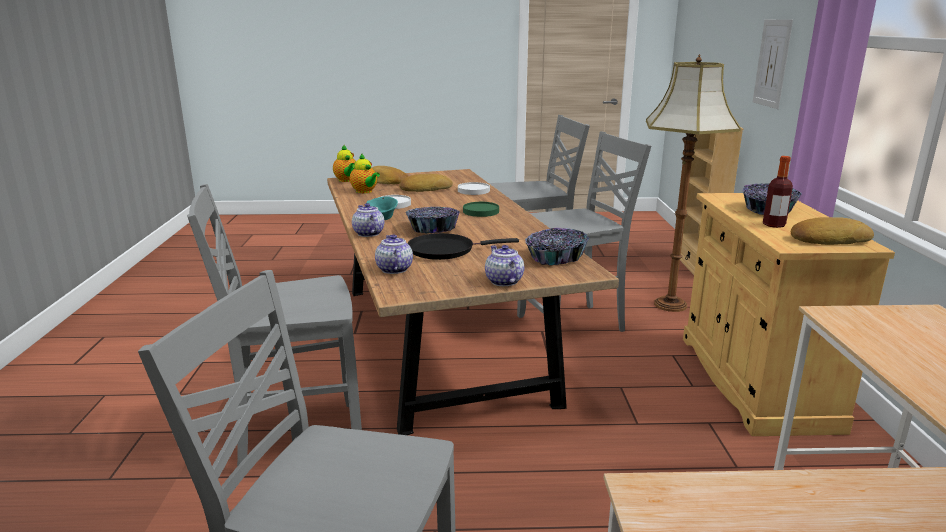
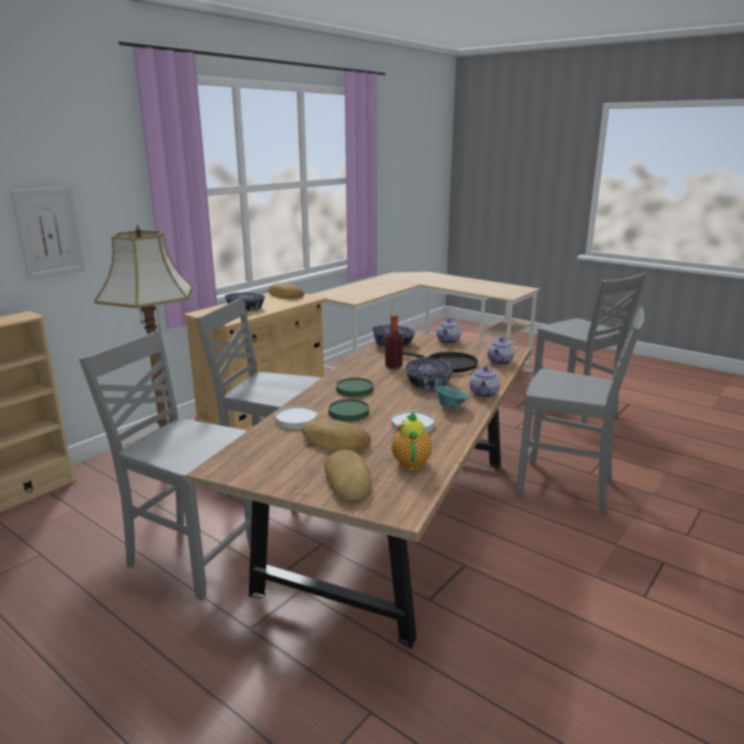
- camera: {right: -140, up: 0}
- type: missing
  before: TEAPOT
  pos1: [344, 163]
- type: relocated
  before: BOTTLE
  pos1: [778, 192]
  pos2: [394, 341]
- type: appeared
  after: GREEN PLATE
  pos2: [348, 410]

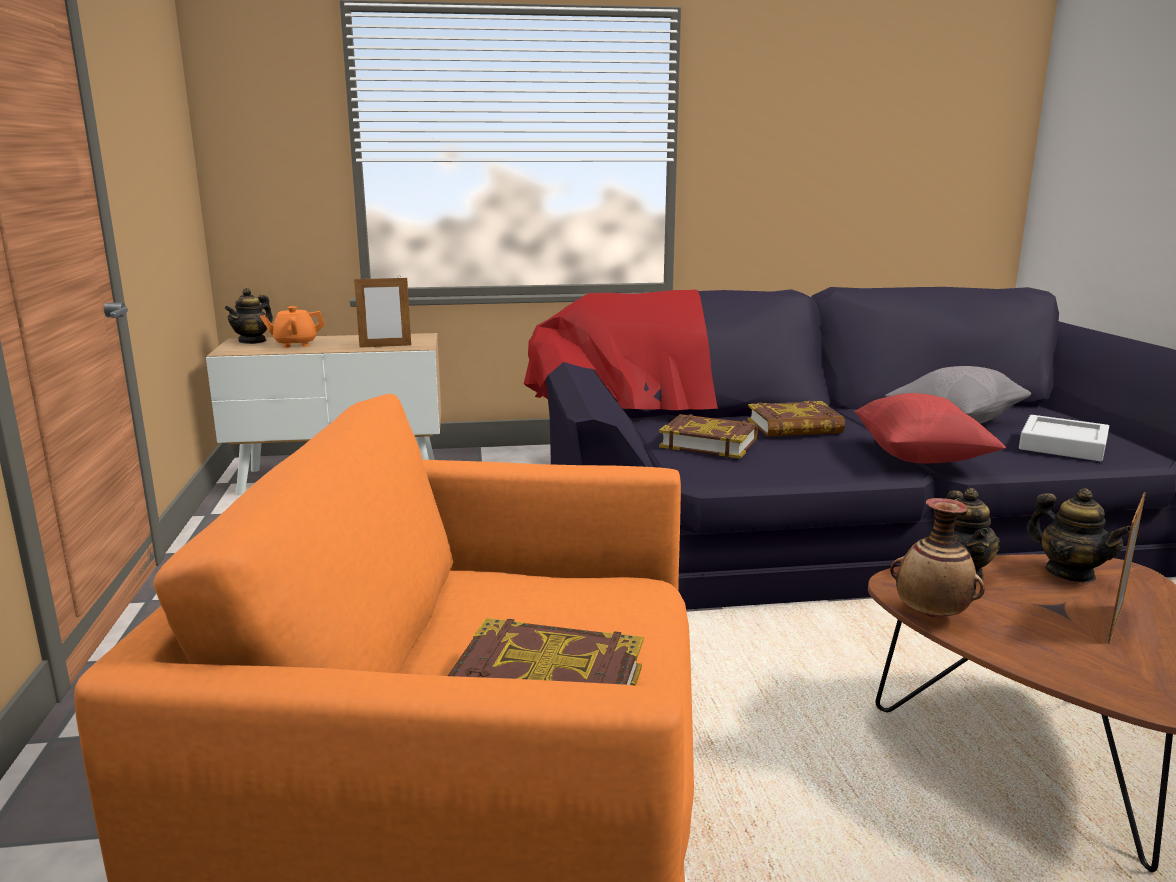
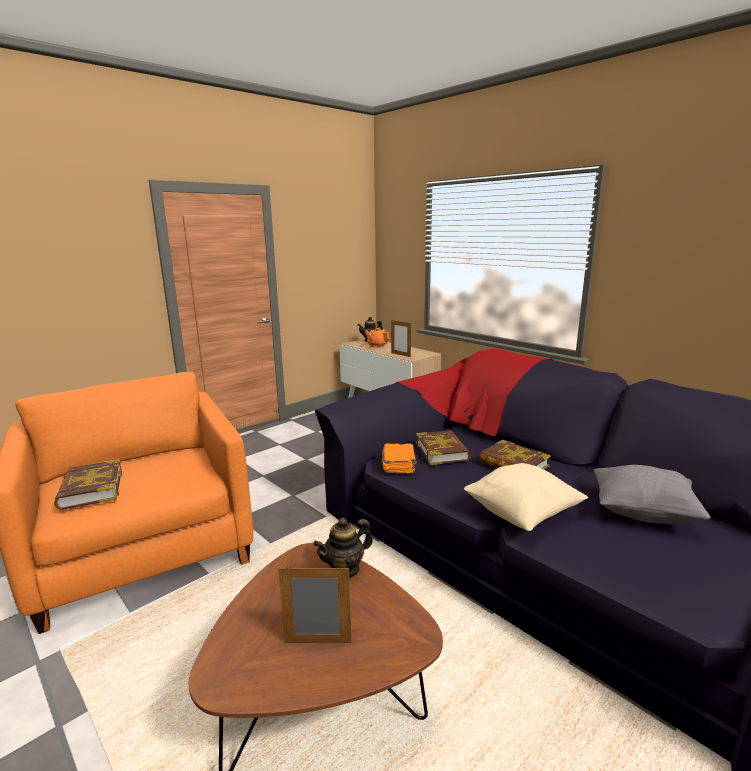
- camera: {right: 55, up: 0}
- type: colour
  before: RED PILLOW
  after: BEIGE PILLOW
  pos1: [930, 428]
  pos2: [526, 497]
- type: missing
  before: GREY TRAY
  pos1: [1064, 438]
- type: missing
  before: TEAPOT
  pos1: [1079, 535]
- type: missing
  before: VASE
  pos1: [937, 557]
- type: appeared
  after: ORANGE BOOK
  pos2: [399, 458]

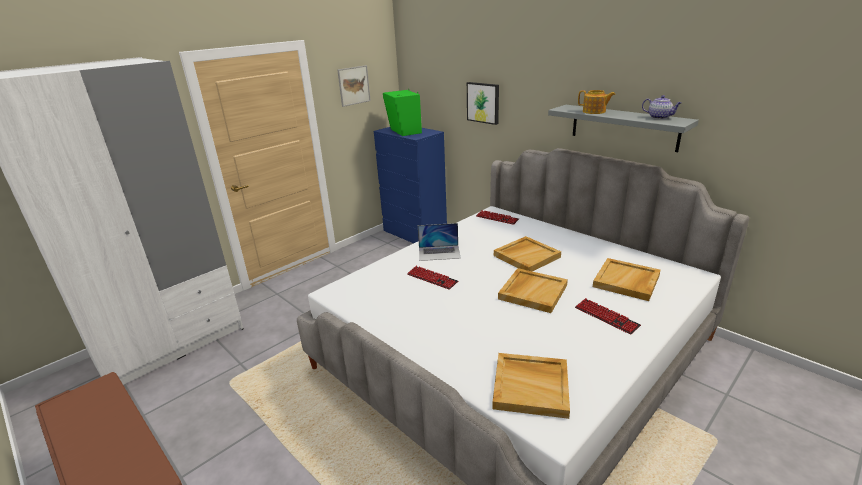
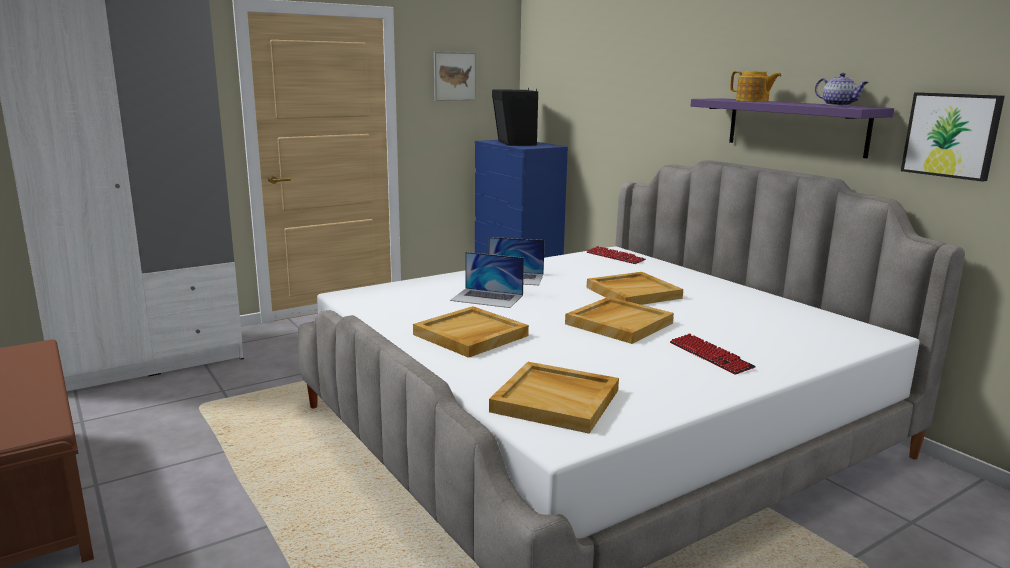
- camera: {right: 10, up: -10}
- type: relocated
  before: PICTURE
  pos1: [483, 103]
  pos2: [953, 137]
- type: colour
  before: GREEN SPEAKER
  after: BLACK SPEAKER
  pos1: [402, 113]
  pos2: [515, 117]
- type: colour
  before: GREY SHELF
  after: PURPLE SHELF
  pos1: [623, 128]
  pos2: [792, 128]
- type: relocated
  before: BEIGE TRAY
  pos1: [626, 279]
  pos2: [471, 332]
- type: exchanged
  before: KEYBOARD
  after: LAPTOP
  pos1: [432, 278]
  pos2: [487, 280]

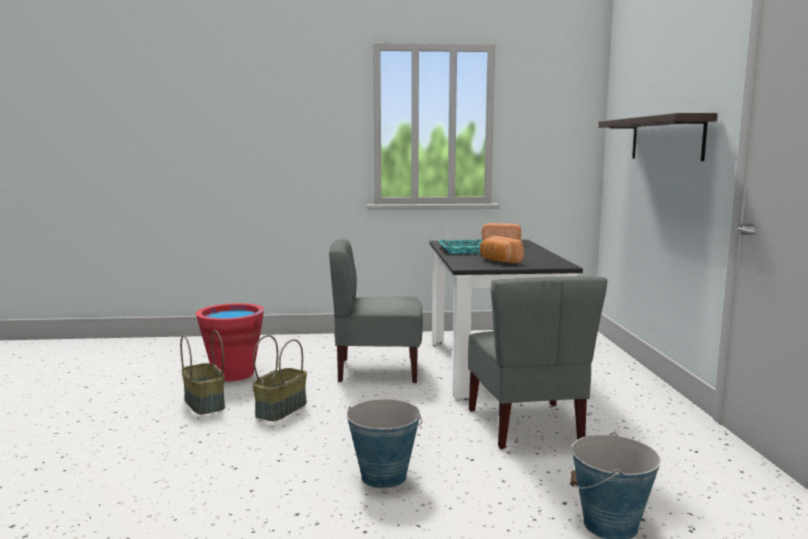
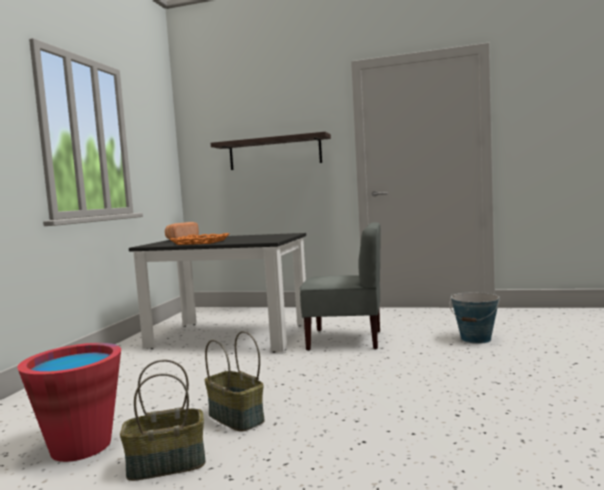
- camera: {right: -70, up: -5}
- type: missing
  before: BREAD
  pos1: [502, 250]
- type: missing
  before: GREY CHAIR
  pos1: [376, 311]
- type: colour
  before: TURQUOISE TRAY
  after: ORANGE TRAY
  pos1: [460, 246]
  pos2: [199, 239]
- type: missing
  before: BUCKET
  pos1: [384, 444]

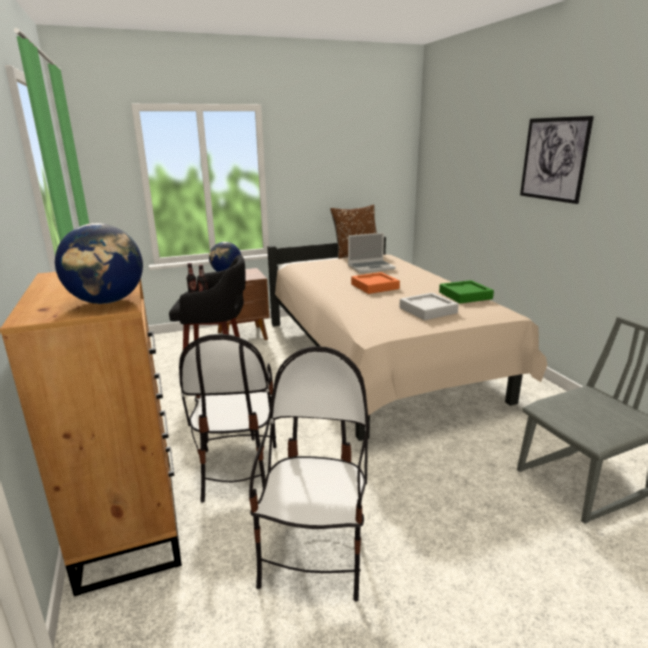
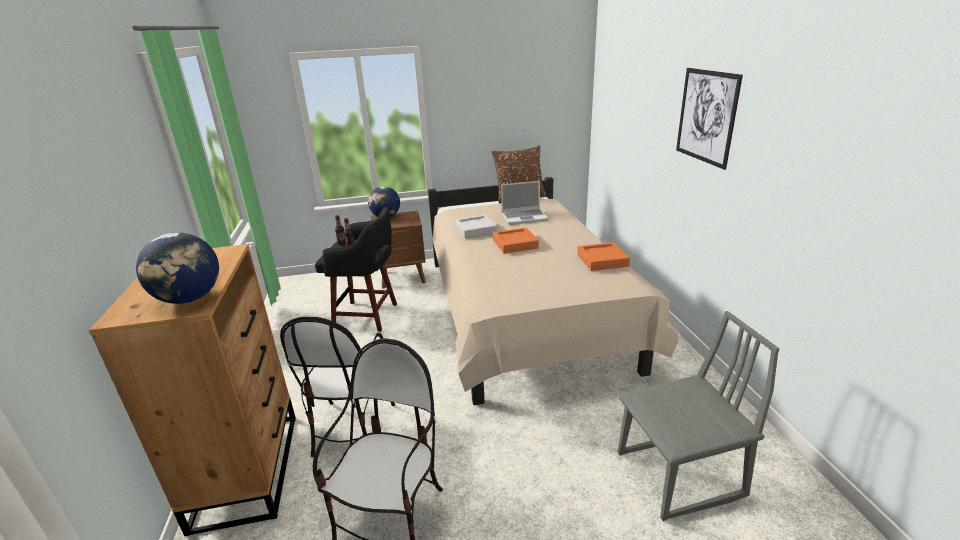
- camera: {right: 10, up: 5}
- type: colour
  before: GREEN TRAY
  after: ORANGE TRAY
  pos1: [466, 291]
  pos2: [603, 256]
- type: relocated
  before: GREY TRAY
  pos1: [429, 306]
  pos2: [476, 227]

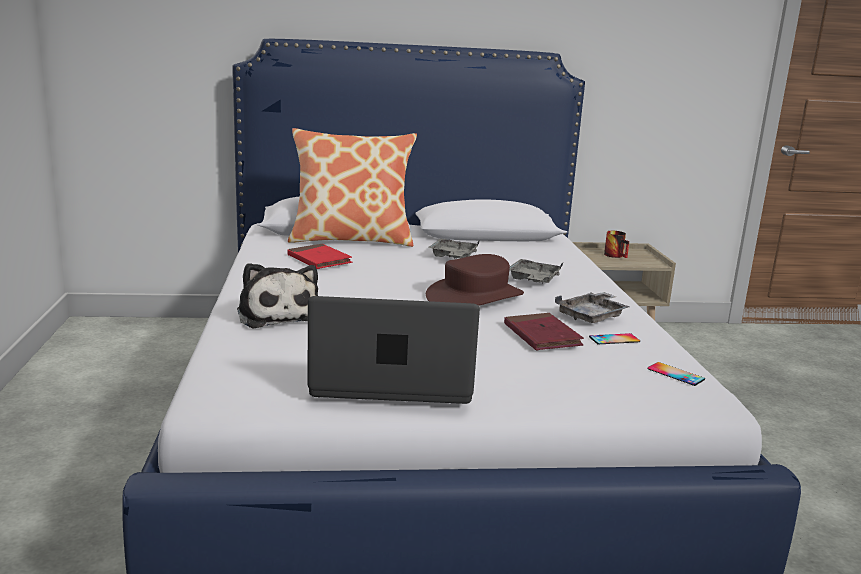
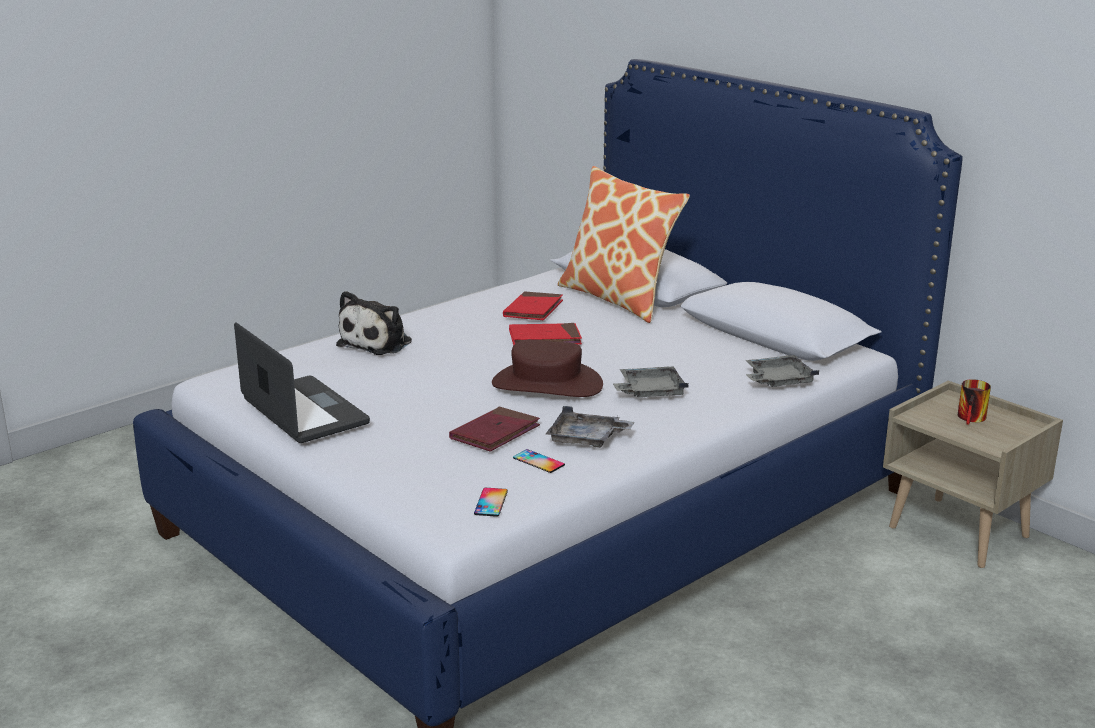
- camera: {right: 55, up: 5}
- type: relocated
  before: GREY TRAY
  pos1: [454, 248]
  pos2: [782, 371]
- type: appeared
  after: RED BOOK
  pos2: [545, 334]

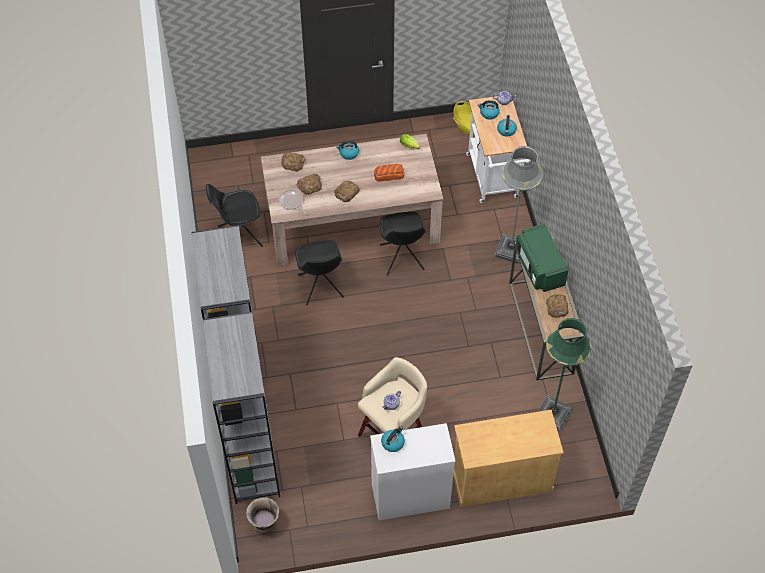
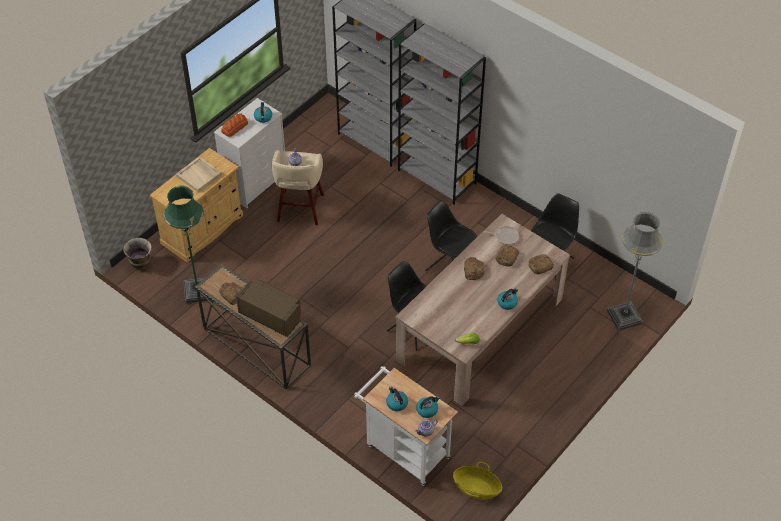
- camera: {right: 140, up: -5}
- type: relocated
  before: GREY FLOOR LAMP
  pos1: [519, 205]
  pos2: [635, 271]
- type: relocated
  before: BREAD
  pos1: [389, 172]
  pos2: [234, 125]
- type: colour
  before: GREEN MICROWAVE
  after: BROWN MICROWAVE
  pos1: [542, 258]
  pos2: [268, 308]
- type: relocated
  before: VASE
  pos1: [262, 515]
  pos2: [137, 254]
- type: appeared
  after: BEIGE TRAY
  pos2: [199, 174]

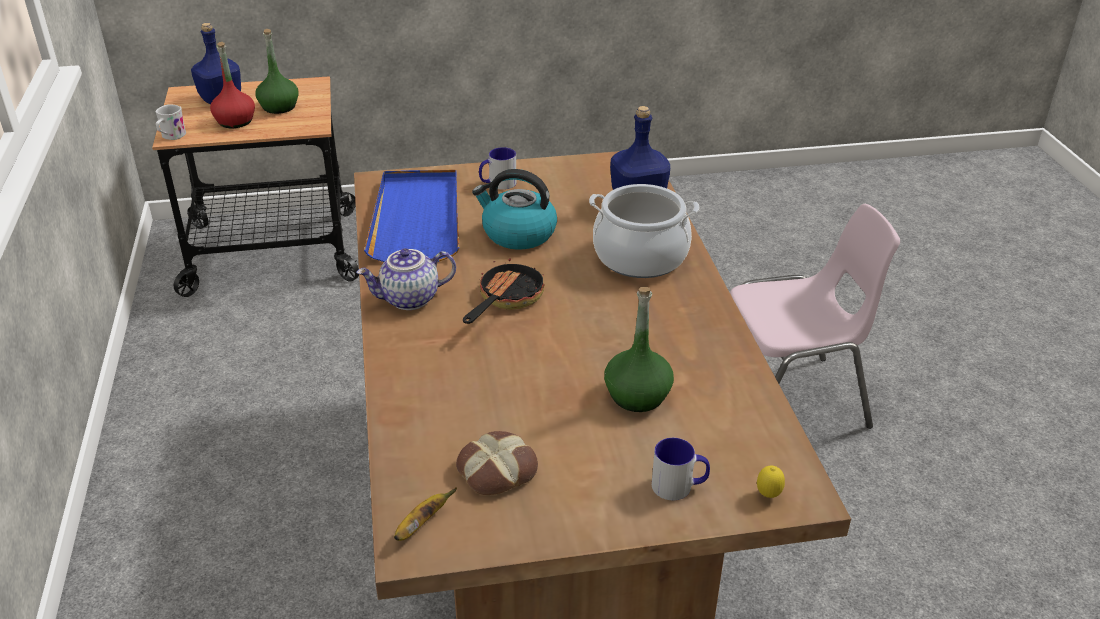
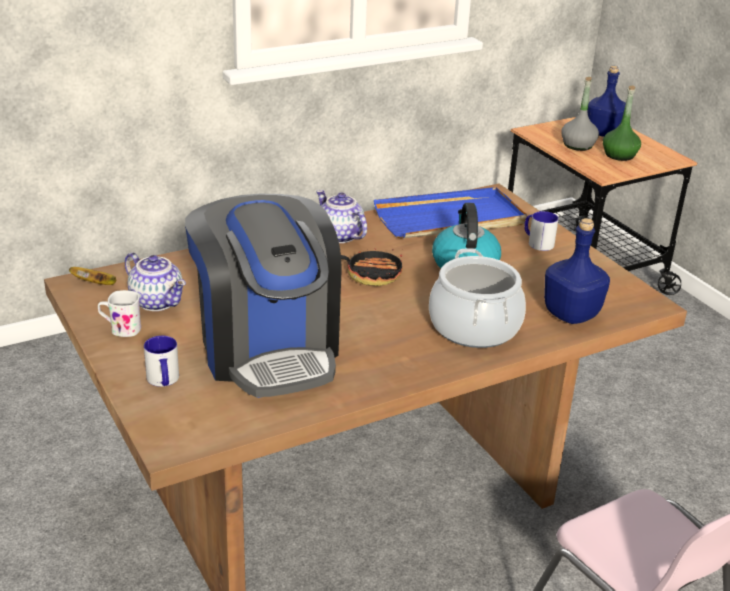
- camera: {right: 70, up: -5}
- type: colour
  before: RED BOTTLE
  after: GREY BOTTLE
  pos1: [232, 85]
  pos2: [580, 114]
- type: relocated
  before: WHITE MUG
  pos1: [170, 122]
  pos2: [119, 313]
- type: exchanged
  before: GREEN BOTTLE
  after: COFFEE MACHINE
  pos1: [639, 349]
  pos2: [263, 296]
- type: exchanged
  before: BREAD
  after: TEAPOT
  pos1: [497, 463]
  pos2: [155, 281]
- type: missing
  before: LEMON
  pos1: [771, 482]

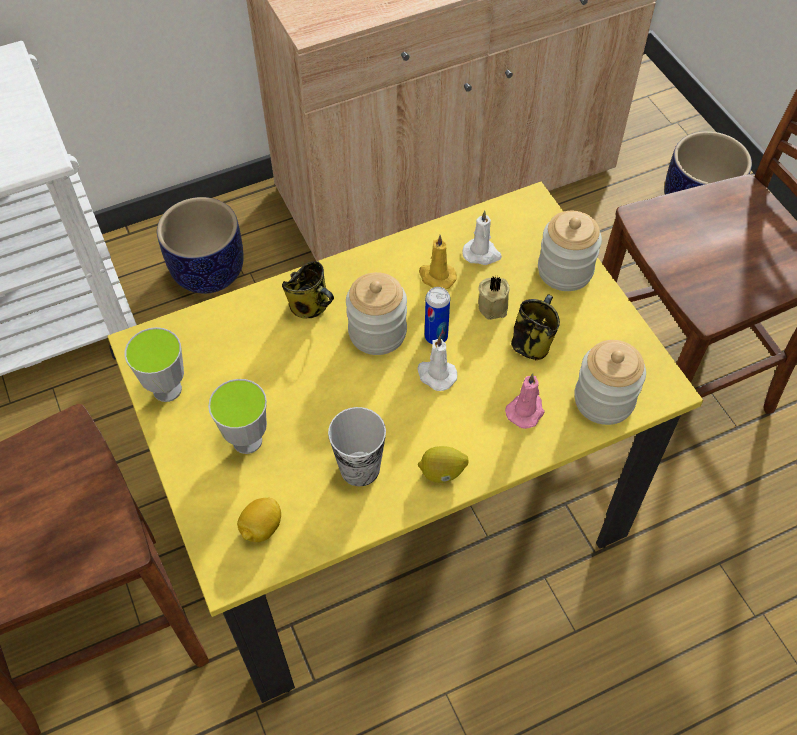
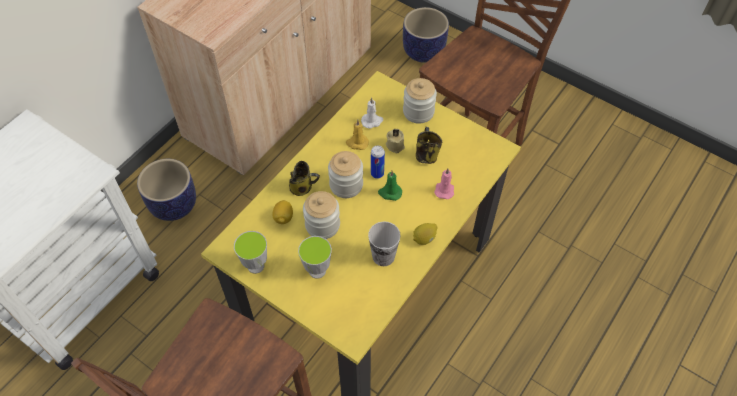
- camera: {right: -30, up: 0}
- type: colour
  before: WHITE CANDLE
  after: GREEN CANDLE
  pos1: [437, 363]
  pos2: [390, 186]
- type: relocated
  before: JAR
  pos1: [610, 382]
  pos2: [321, 215]
- type: relocated
  before: LEMON
  pos1: [259, 520]
  pos2: [282, 212]

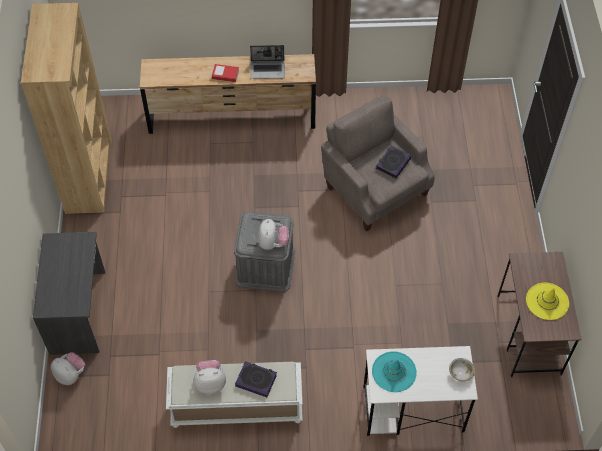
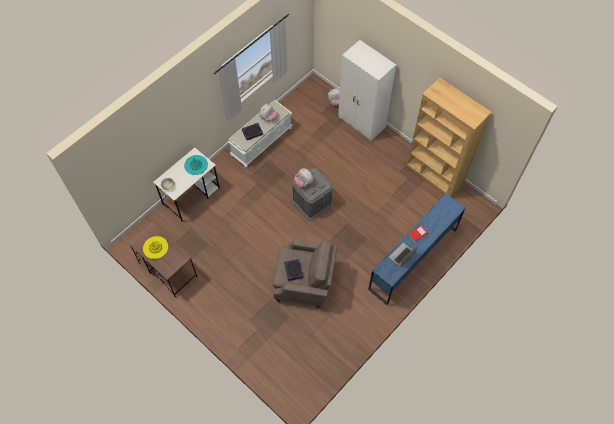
- camera: {right: 135, up: 5}
- type: colour
  before: BROWN DRESSER
  after: BLUE DRESSER
  pos1: [228, 94]
  pos2: [416, 249]
- type: exchanged
  before: GREY DESK
  after: WHITE WARDROBE
  pos1: [69, 293]
  pos2: [367, 90]

